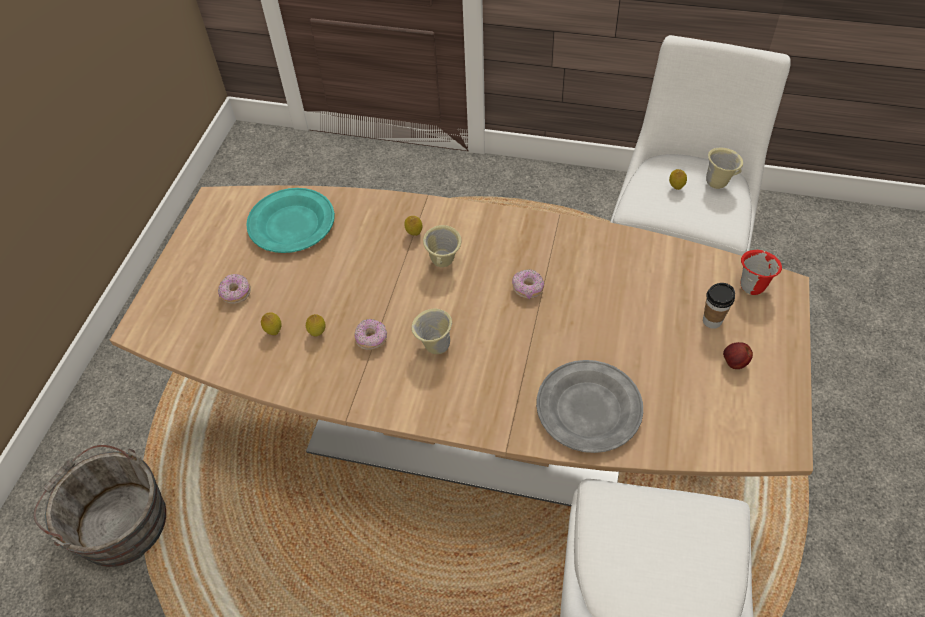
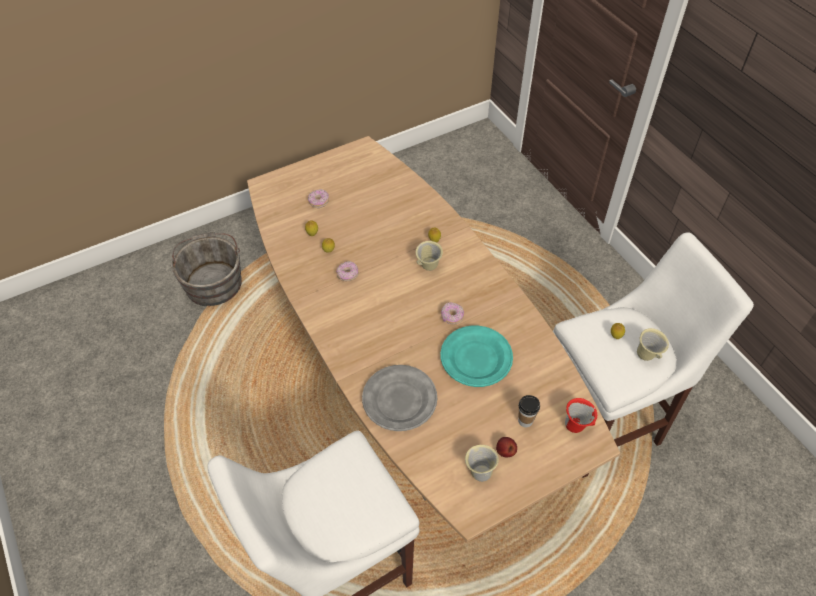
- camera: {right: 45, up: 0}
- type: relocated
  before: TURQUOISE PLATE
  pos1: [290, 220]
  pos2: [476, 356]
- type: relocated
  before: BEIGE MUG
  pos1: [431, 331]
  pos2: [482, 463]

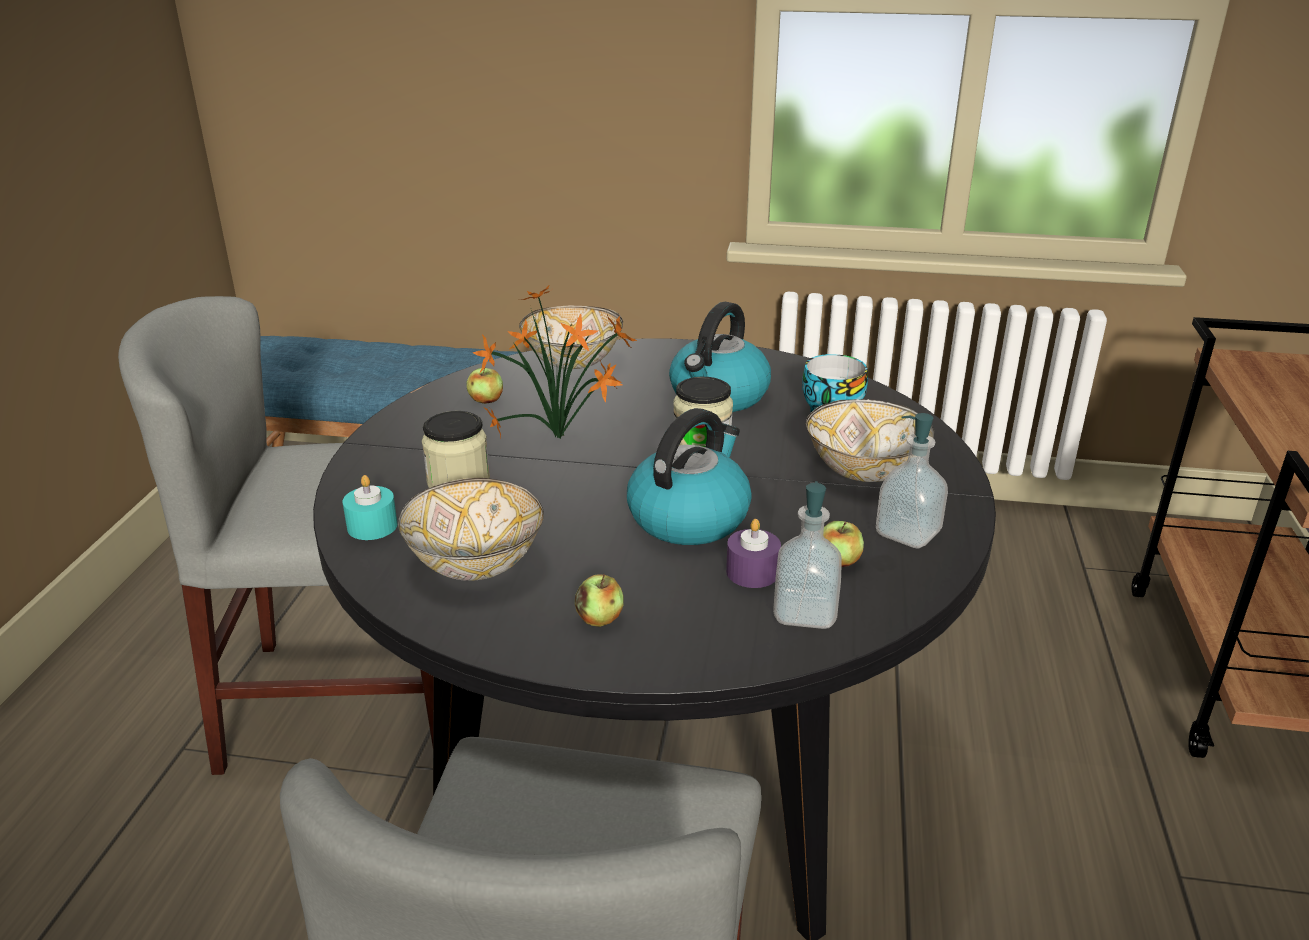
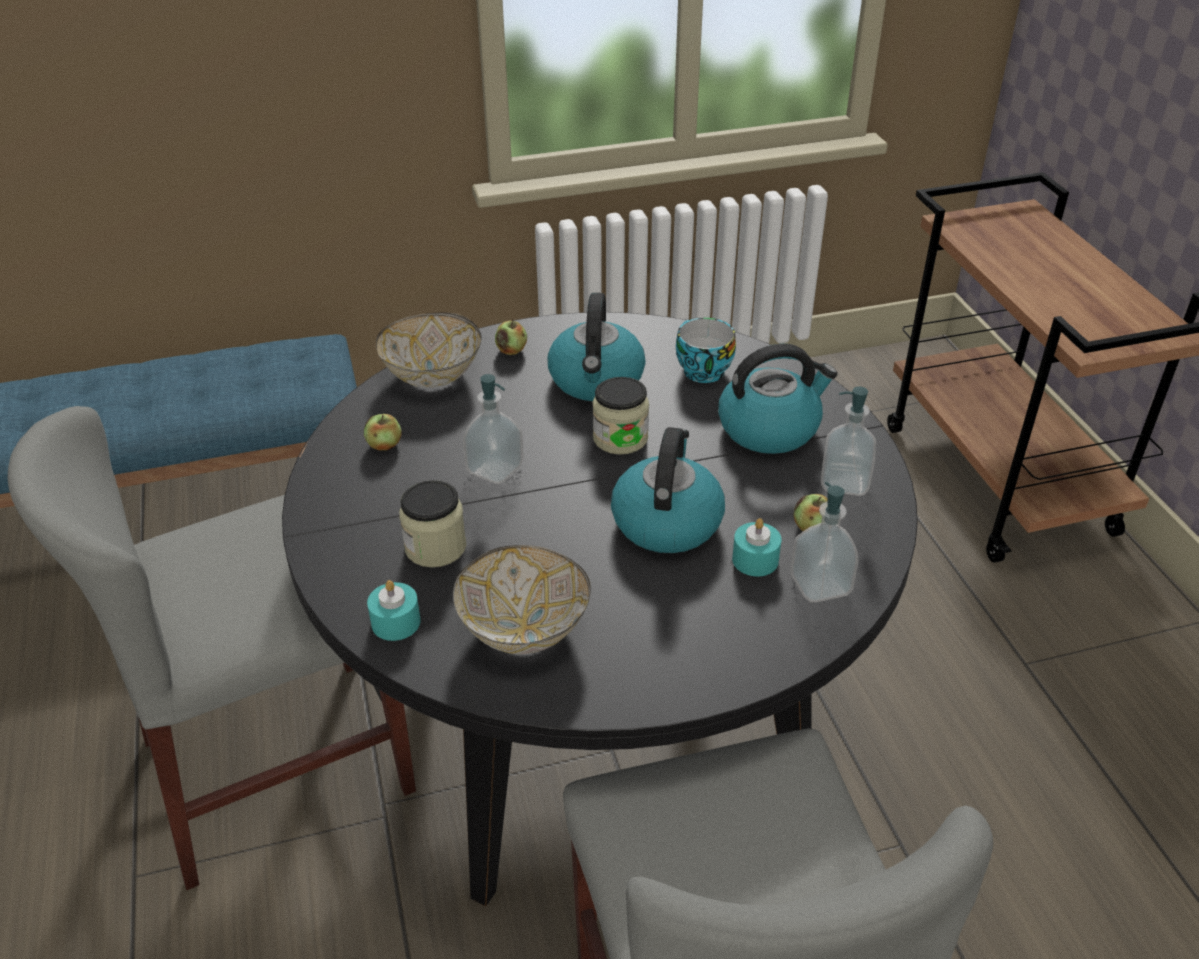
- camera: {right: -25, up: 10}
- type: exchanged
  before: POTTED PLANT
  after: SOAP DISPENSER
  pos1: [555, 362]
  pos2: [493, 429]
- type: exchanged
  before: BOWL
  after: KETTLE
  pos1: [870, 440]
  pos2: [777, 399]
- type: colour
  before: PURPLE CANDLE
  after: TURQUOISE CANDLE
  pos1: [753, 553]
  pos2: [756, 547]
- type: relocated
  before: APPLE
  pos1: [599, 600]
  pos2: [511, 337]

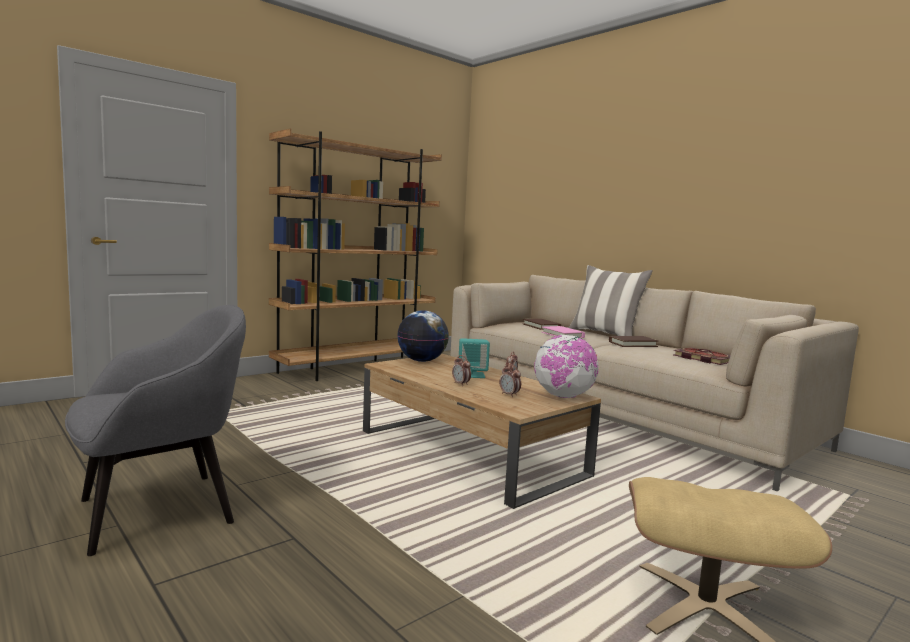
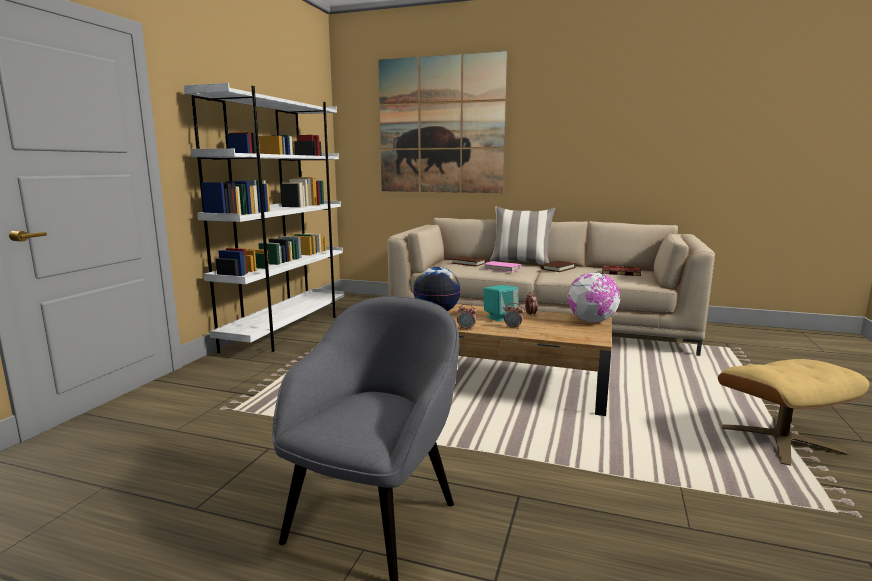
- camera: {right: -30, up: 5}
- type: colour
  before: BROWN BOOKCASE
  after: WHITE BOOKCASE
  pos1: [355, 254]
  pos2: [264, 218]
- type: relocated
  before: ALARM CLOCK
  pos1: [510, 380]
  pos2: [466, 316]
- type: appeared
  after: PICTURE
  pos2: [442, 122]

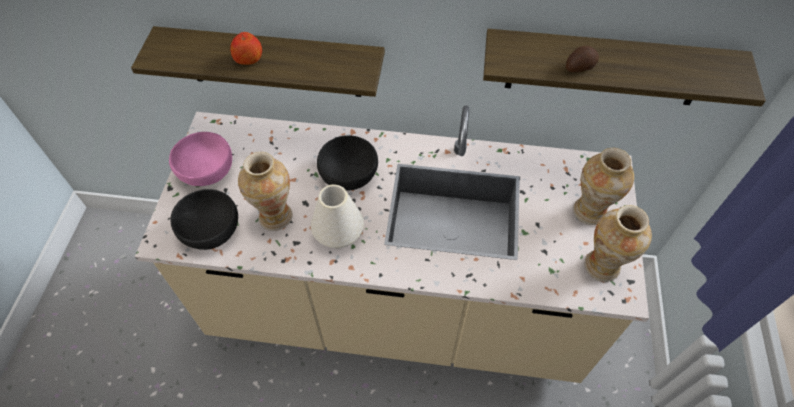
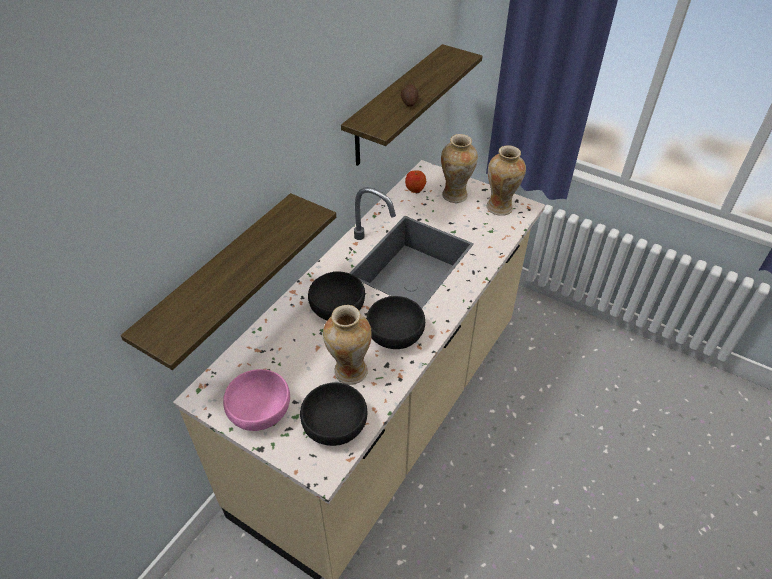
- camera: {right: -65, up: -10}
- type: relocated
  before: APPLE
  pos1: [246, 48]
  pos2: [415, 181]
- type: exchanged
  before: WHITE VASE
  after: BLACK BOWL
  pos1: [337, 217]
  pos2: [395, 322]

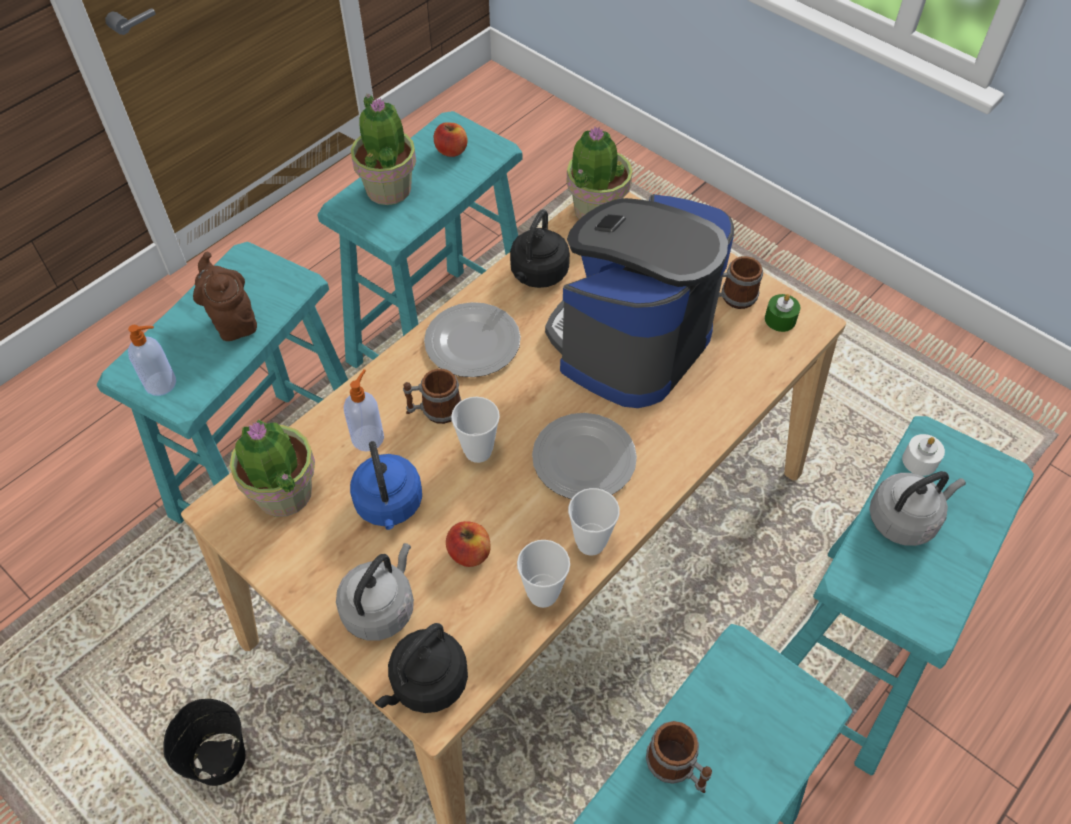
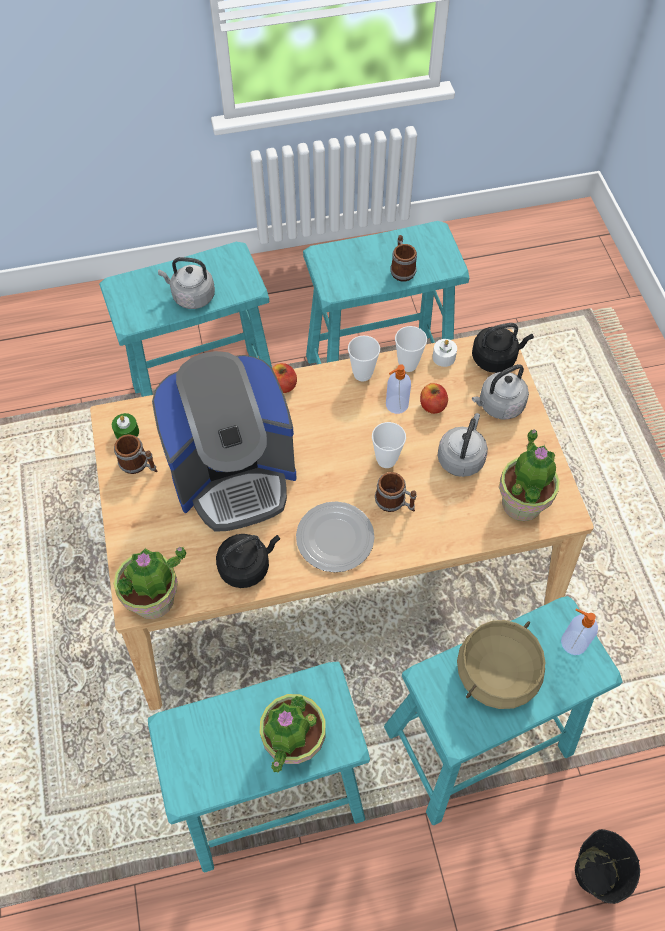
- camera: {right: -145, up: 5}
- type: relocated
  before: APPLE
  pos1: [451, 139]
  pos2: [284, 378]
- type: exchanged
  before: BROWN TEAPOT
  after: BEIGE COOKING POT
  pos1: [225, 296]
  pos2: [501, 664]
- type: relocated
  before: SOAP DISPENSER
  pos1: [364, 410]
  pos2: [398, 389]
- type: missing
  before: PLATE
  pos1: [584, 456]
- type: relocated
  before: WHITE CANDLE
  pos1: [923, 455]
  pos2: [444, 353]
- type: colour
  before: BLUE KETTLE
  after: GREY KETTLE
  pos1: [386, 485]
  pos2: [463, 445]
- type: relocated
  before: BLACK BUCKET
  pos1: [204, 742]
  pos2: [607, 866]

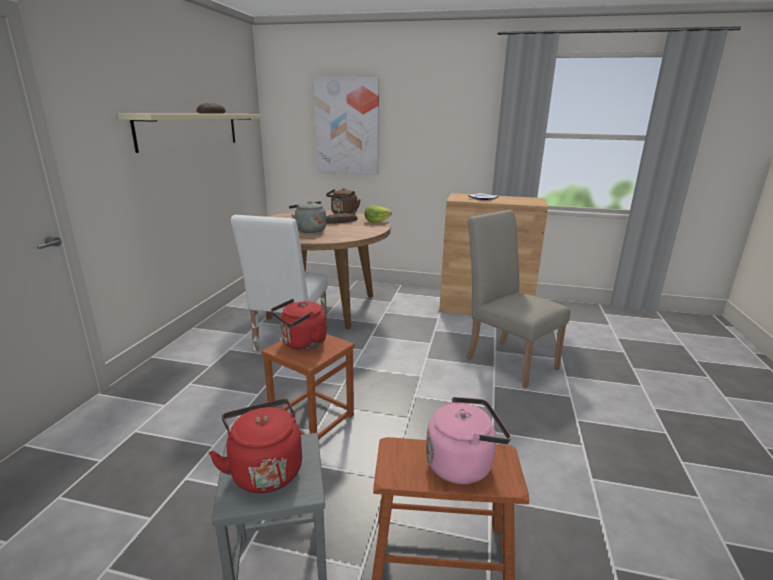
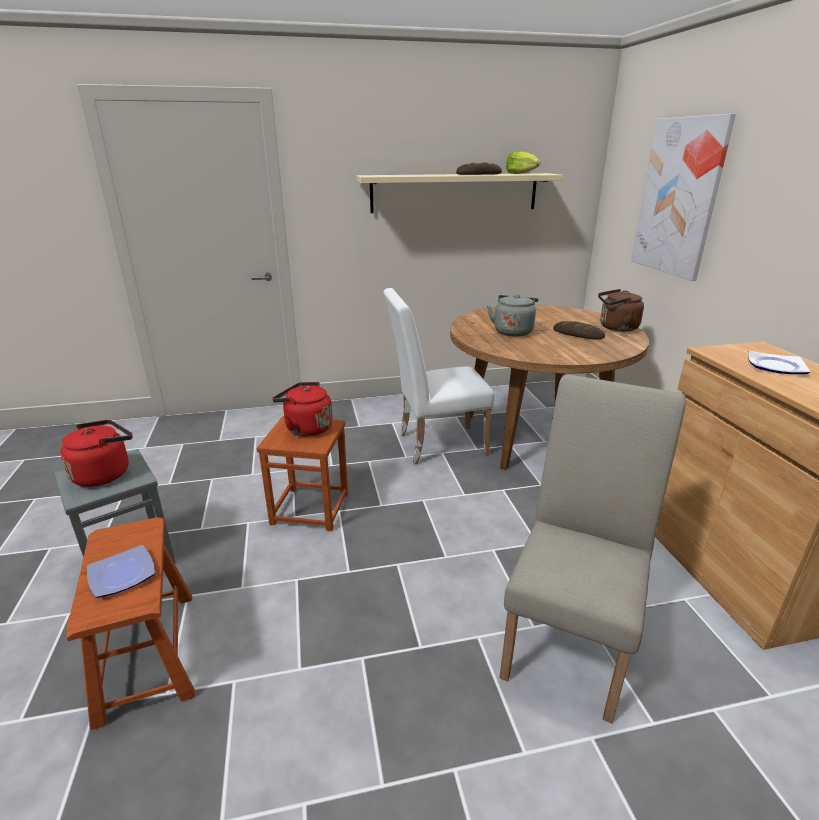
- camera: {right: 65, up: 5}
- type: relocated
  before: LETTUCE
  pos1: [378, 214]
  pos2: [523, 162]
- type: exchanged
  before: PINK KETTLE
  after: PLATE
  pos1: [468, 440]
  pos2: [121, 571]

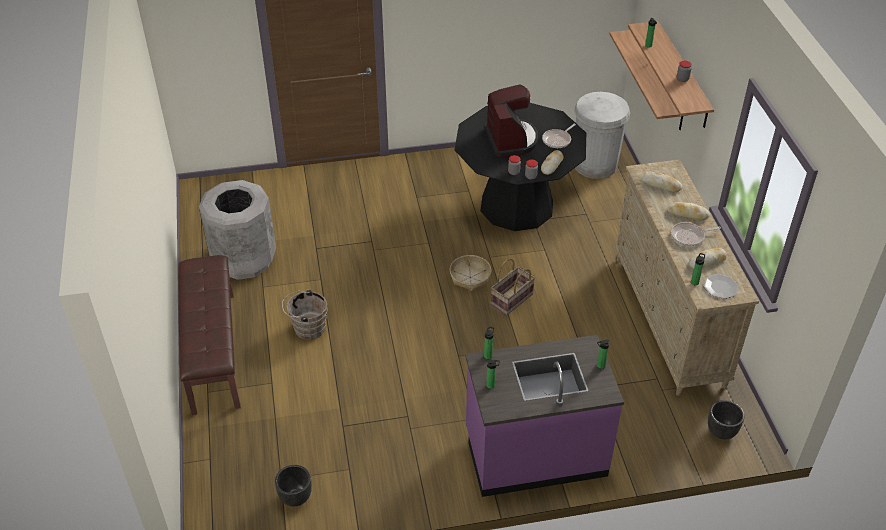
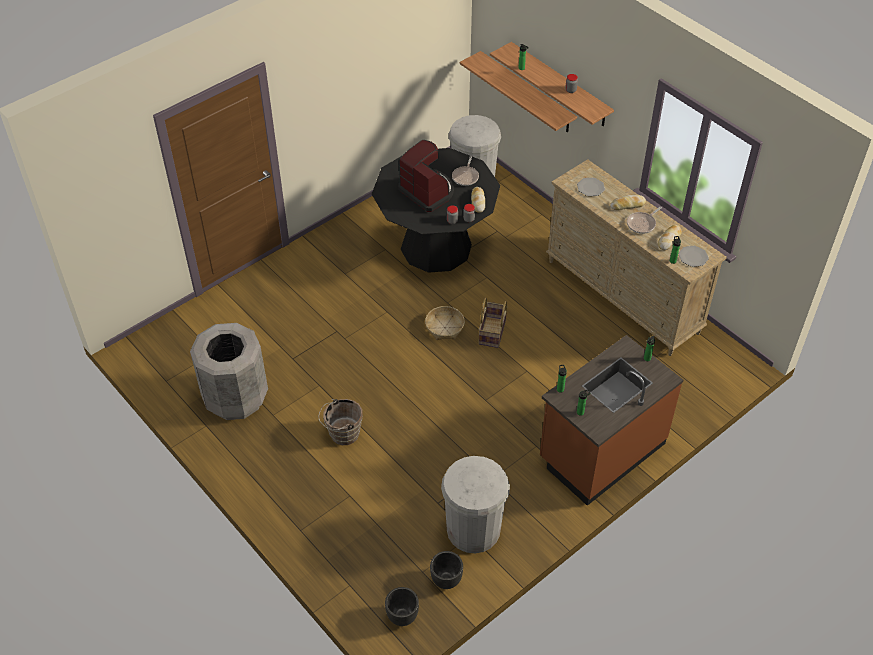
- camera: {right: -30, up: 5}
- type: exchanged
  before: BREAD
  after: PLATE
  pos1: [662, 182]
  pos2: [591, 187]
- type: missing
  before: BROWN BENCH
  pos1: [209, 335]
- type: colour
  before: PURPLE COUNTER
  after: BROWN COUNTER
  pos1: [544, 416]
  pos2: [611, 420]
- type: relocated
  before: BLACK PLANTER
  pos1: [726, 419]
  pos2: [402, 606]
- type: appeared
  after: WHITE TRASH CAN
  pos2: [475, 504]

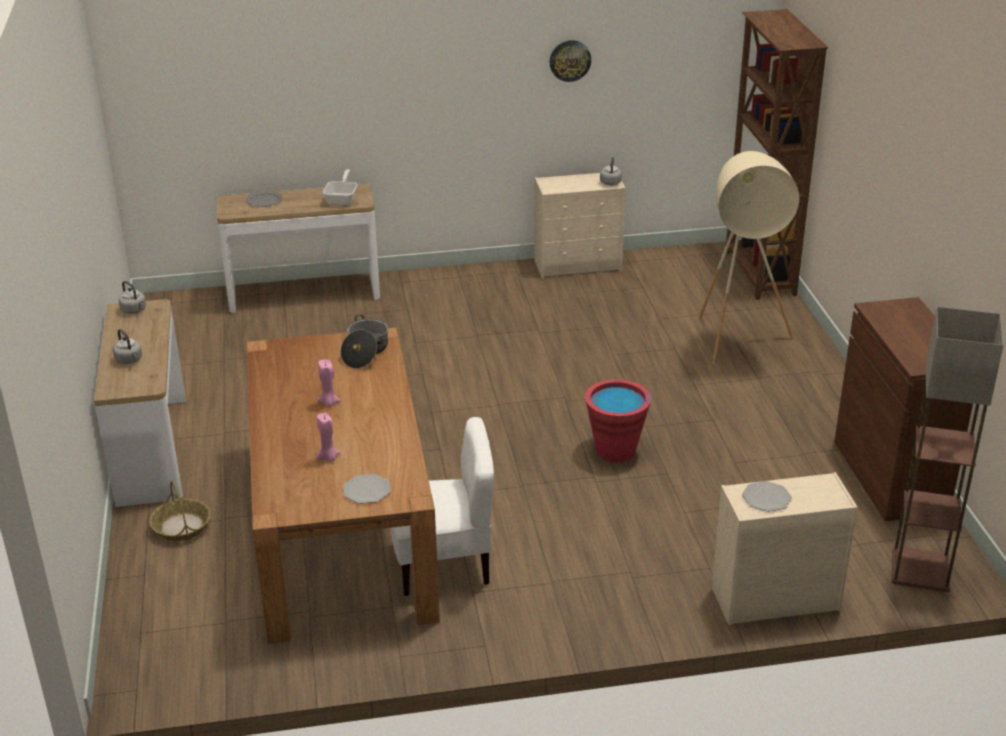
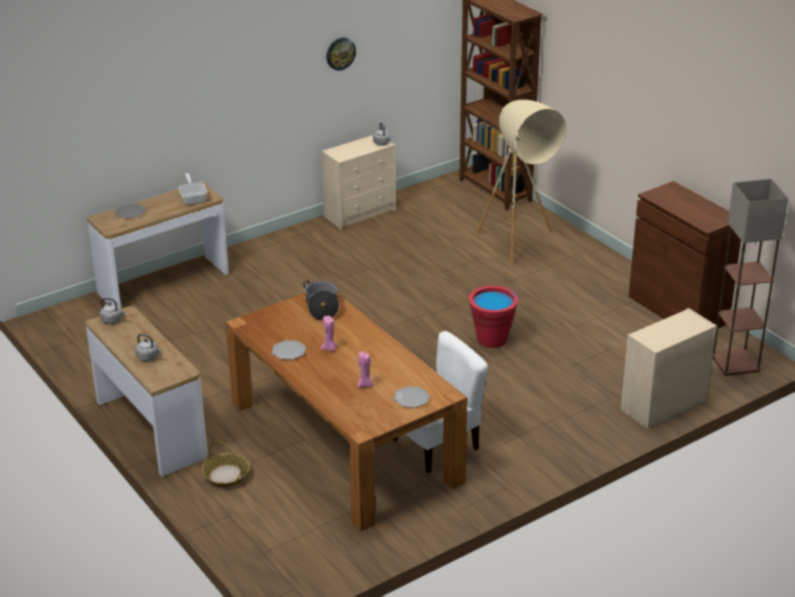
- camera: {right: -25, up: 0}
- type: relocated
  before: PLATE
  pos1: [767, 496]
  pos2: [289, 350]

